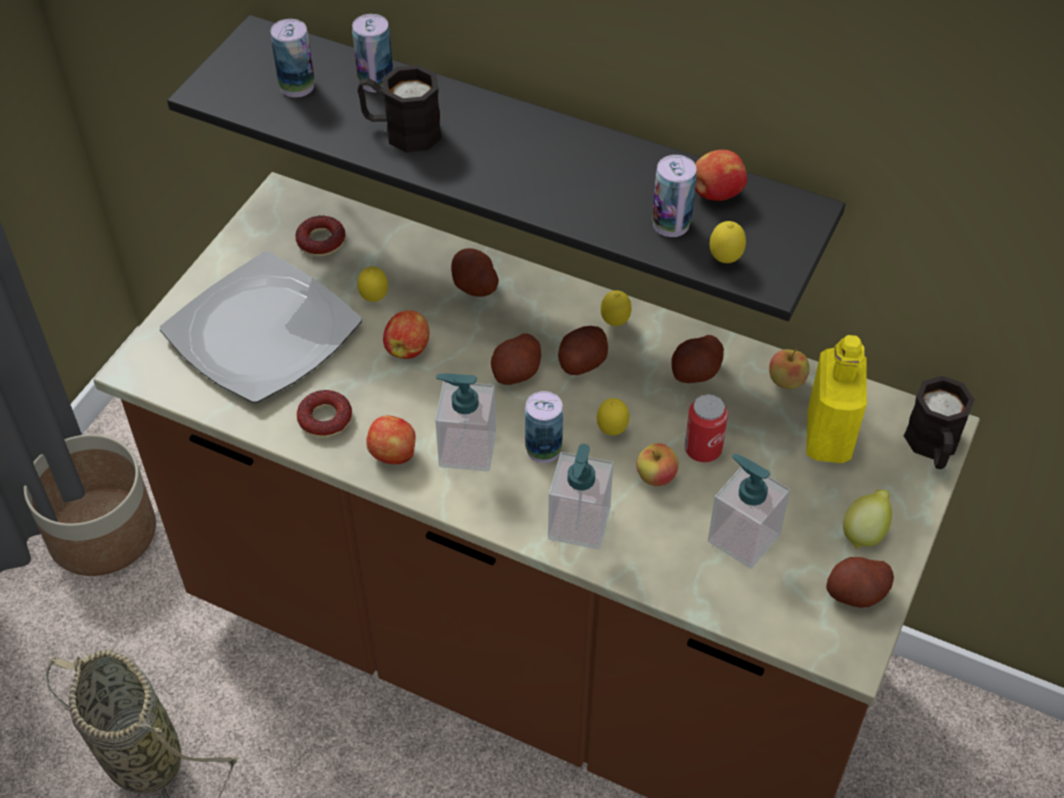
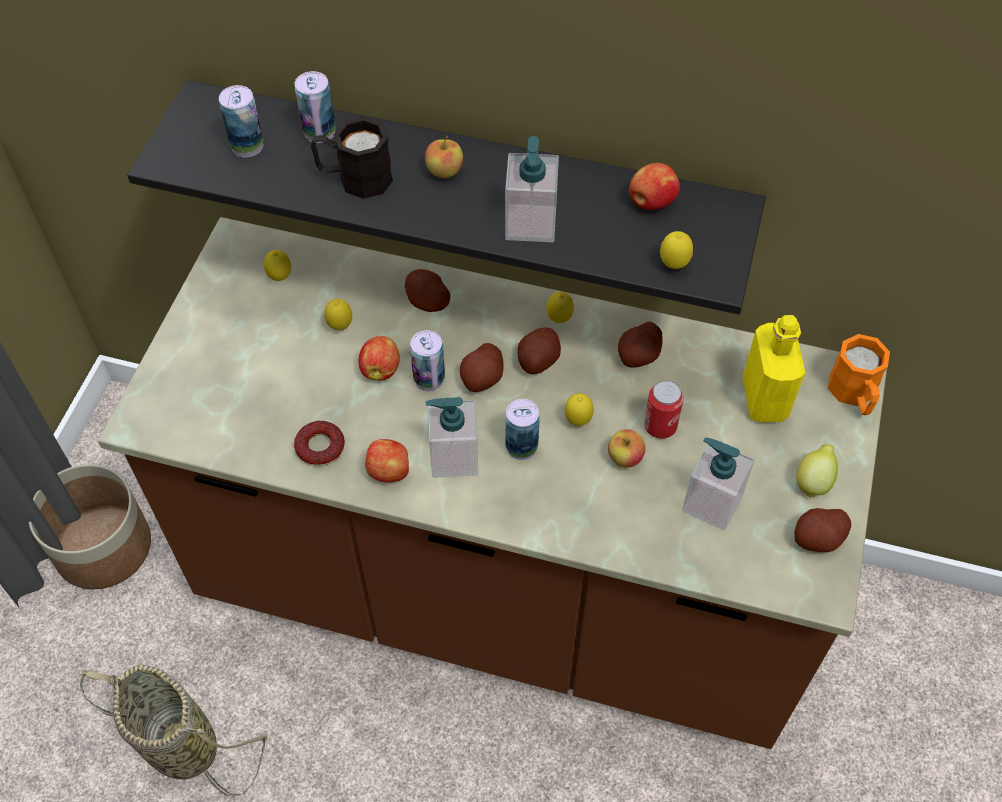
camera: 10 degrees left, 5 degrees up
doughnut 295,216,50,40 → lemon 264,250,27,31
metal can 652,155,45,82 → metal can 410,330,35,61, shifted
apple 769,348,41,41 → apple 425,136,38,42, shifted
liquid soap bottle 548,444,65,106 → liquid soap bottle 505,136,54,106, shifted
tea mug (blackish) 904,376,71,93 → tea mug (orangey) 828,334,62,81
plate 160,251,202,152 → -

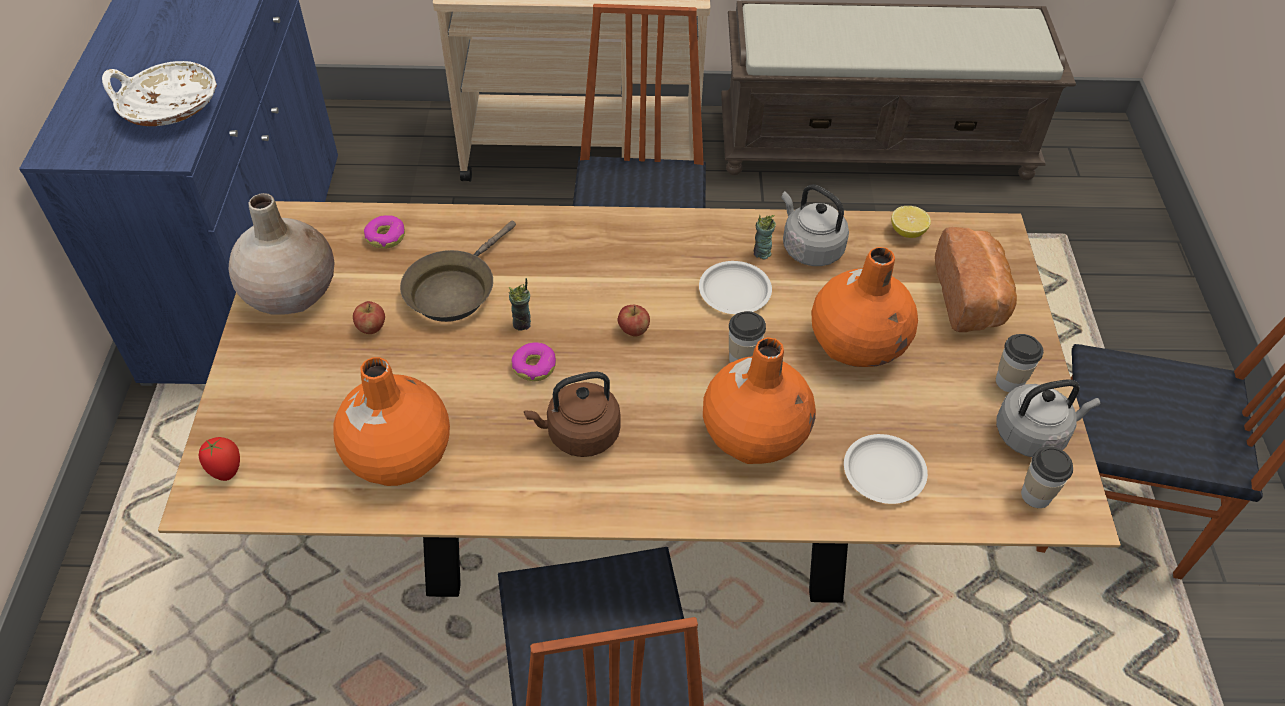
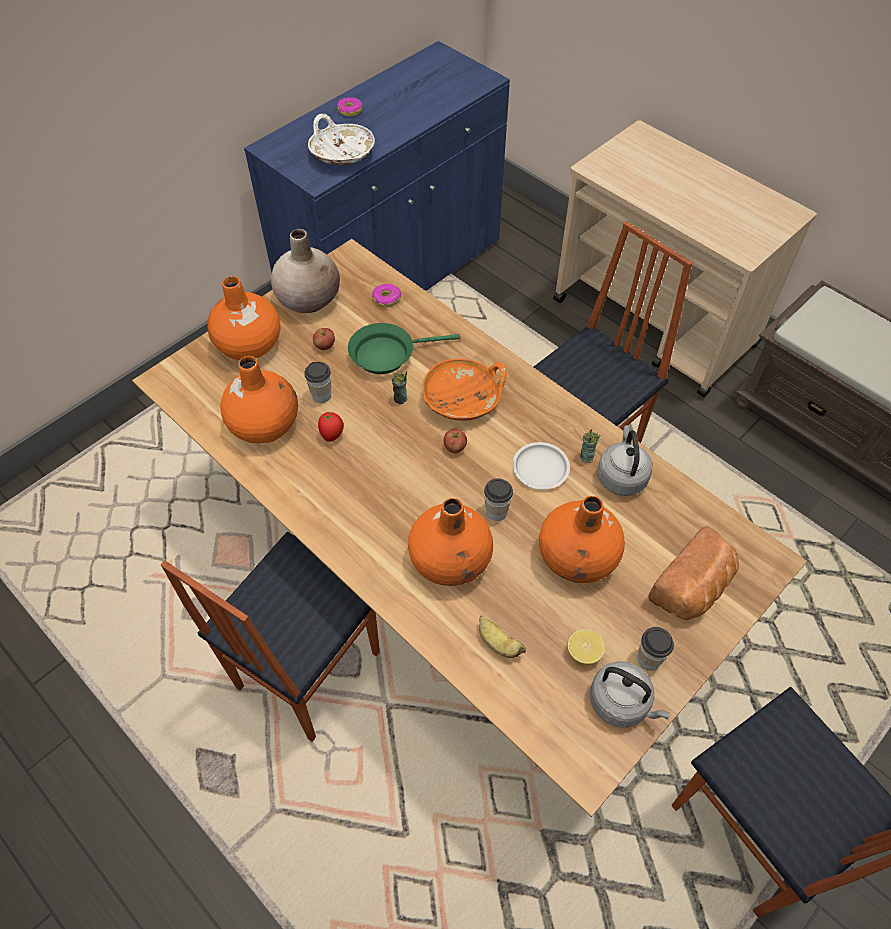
camera: 45 degrees right, 5 degrees up
- → decorative vase (orangey) 207,276,74,84
cup 1021,446,52,62 → cup 304,362,27,41, shifted
whole tomato 199,437,41,44 → whole tomato 318,411,26,31, shifted
doughnut 511,342,45,39 → doughnut 337,97,26,20, shifted
frying pan (brown-coloured) 400,221,116,101 → frying pan (green) 348,323,112,51
- → bowl (orangey) 422,359,85,62
plate (white) 844,434,84,70 → banana fruit 479,616,47,42
lemon 891,206,40,32 → lemon 568,629,37,36, shifted
tea kettle (brown-coloured) 524,372,97,85 → -

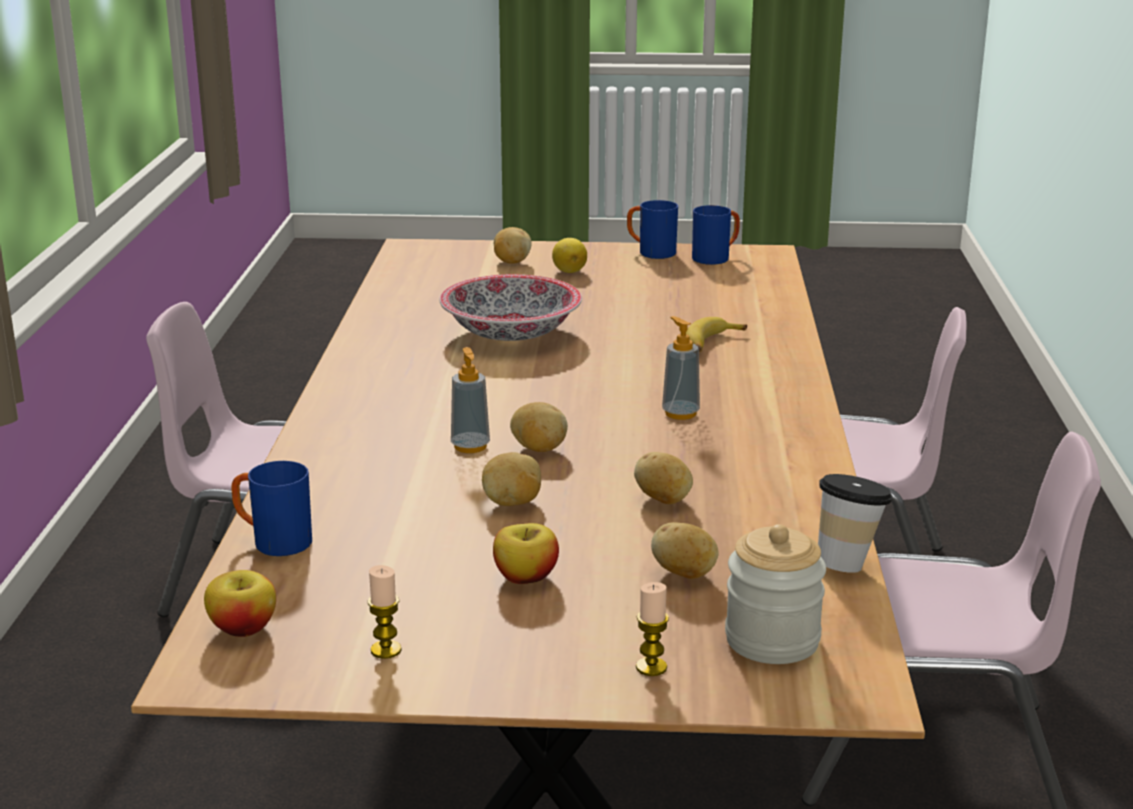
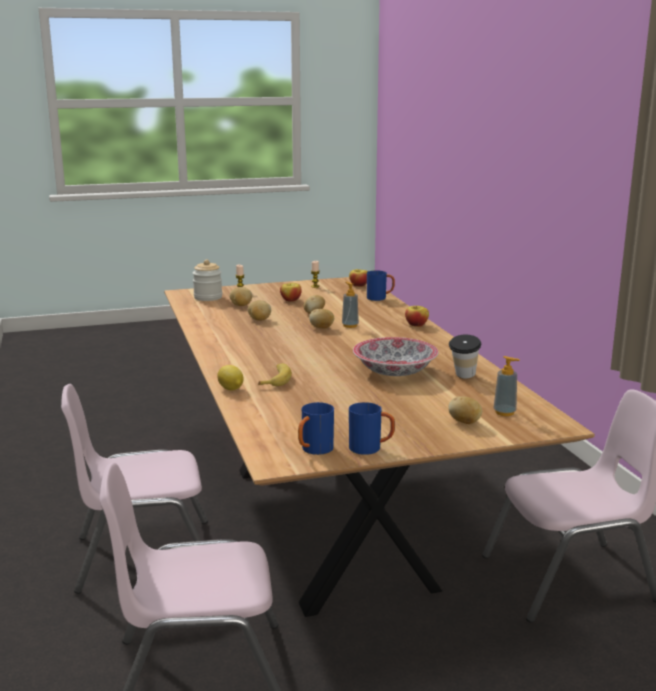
camera: 160 degrees right, 5 degrees down
lemon 552,238,35,35 → lemon 217,365,26,26, shifted
- → apple 405,306,24,21
cup 818,474,75,99 → cup 449,335,32,43, shifted
liquid soap bottle 662,316,38,104 → liquid soap bottle 493,356,27,60, shifted

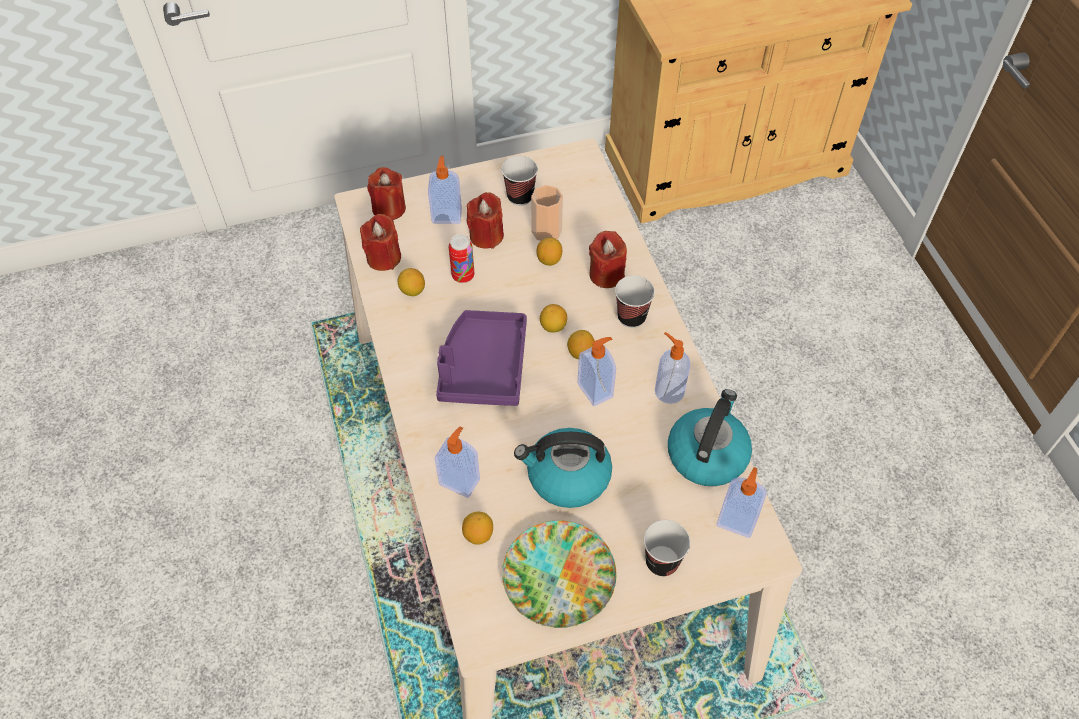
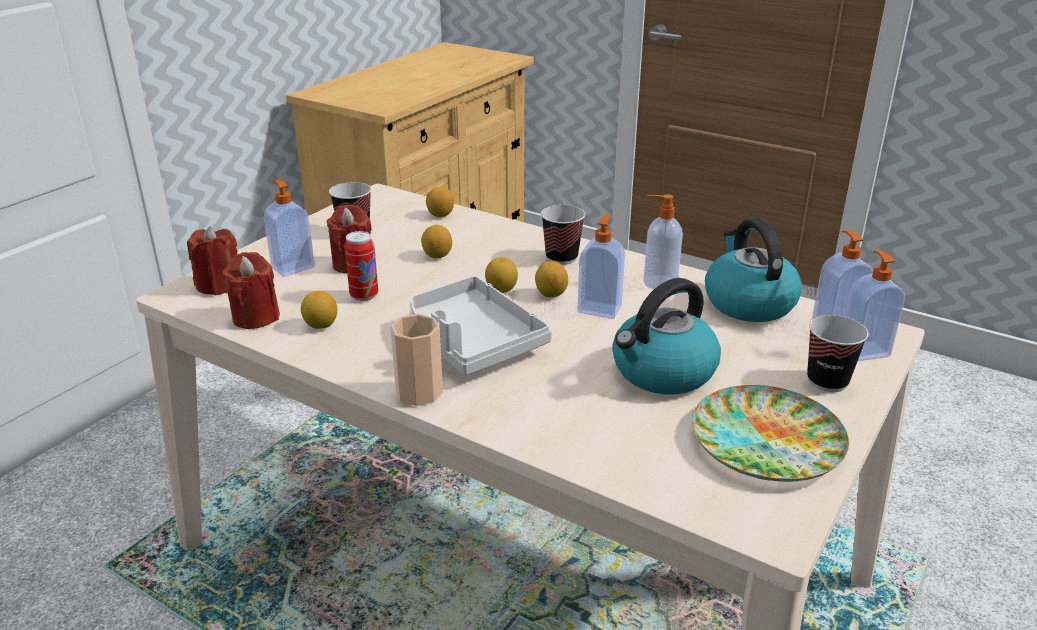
camera: 40 degrees left, 25 degrees down
cup 531,185,32,56 → cup 390,314,53,92, shifted
tray (purple) 436,310,91,96 → tray (greyish) 410,276,142,99
lemon 462,512,31,33 → lemon 426,187,28,30, shifted
liquid soap bottle 435,426,45,72 → liquid soap bottle 844,251,61,110, shifted
wax light (red-coloured) 589,231,38,57 → -

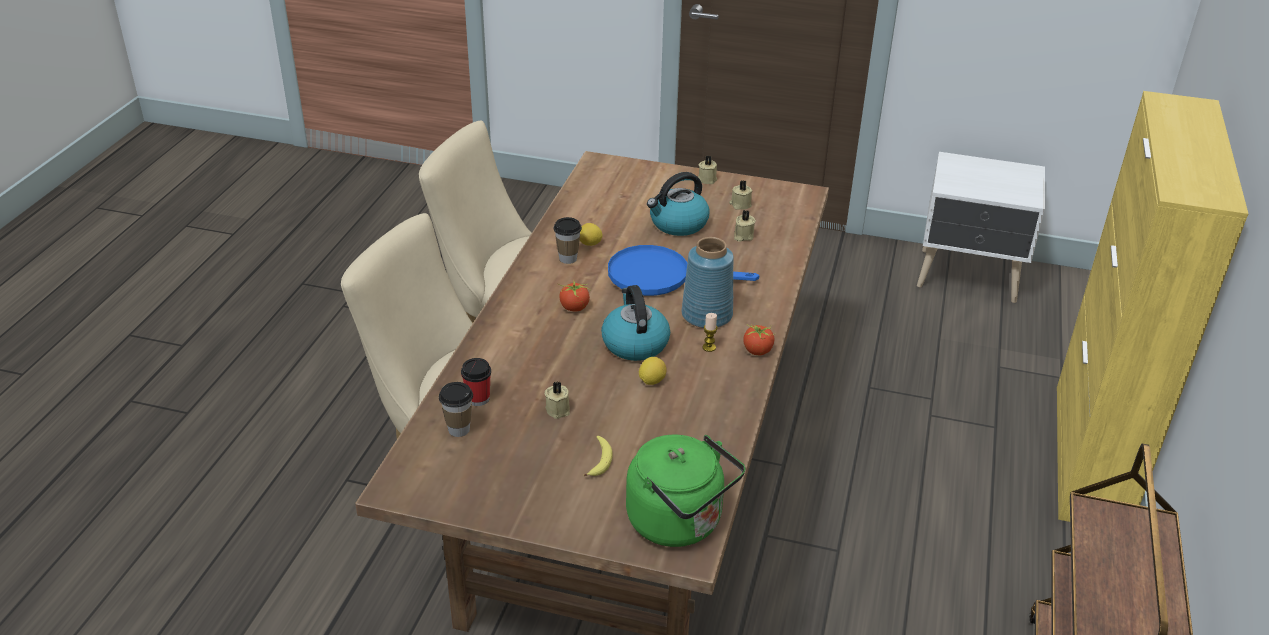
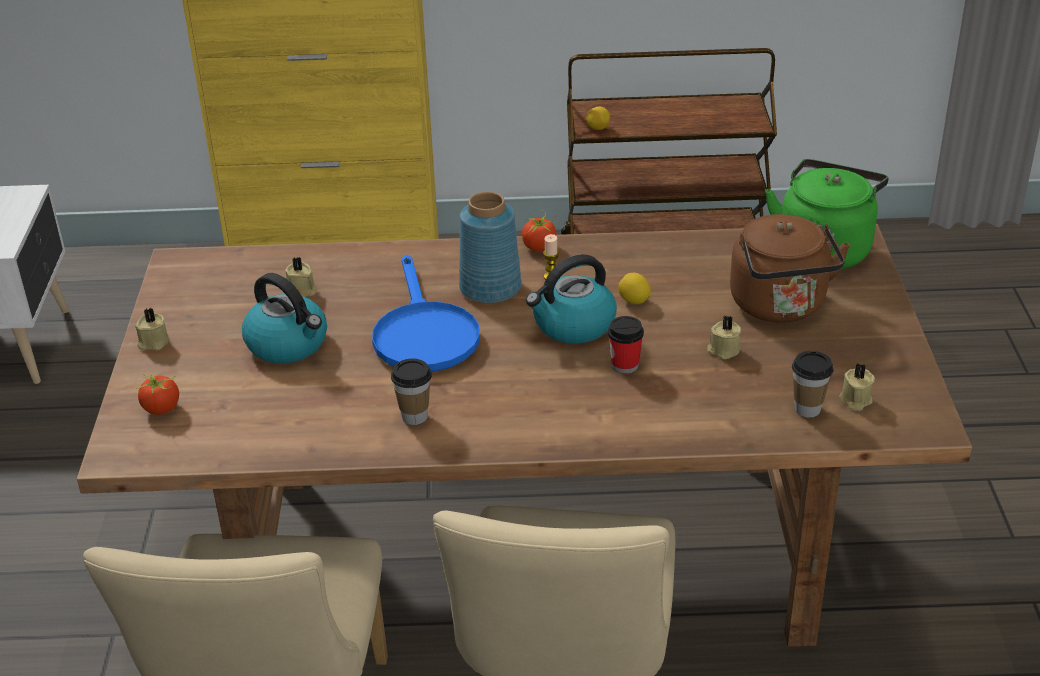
camera: 105 degrees left, 0 degrees up
whole tomato 558,280,32,32 → whole tomato 136,374,43,41, shifted
lemon 580,223,23,23 → lemon 586,107,24,23, shifted
cup 461,358,30,48 → cup 608,316,36,58, shifted
banana fruit 584,436,29,40 → tea kettle (brown-coloured) 730,214,120,109
wax light (beige) 729,180,23,30 → wax light (beige) 839,363,36,48, shifted

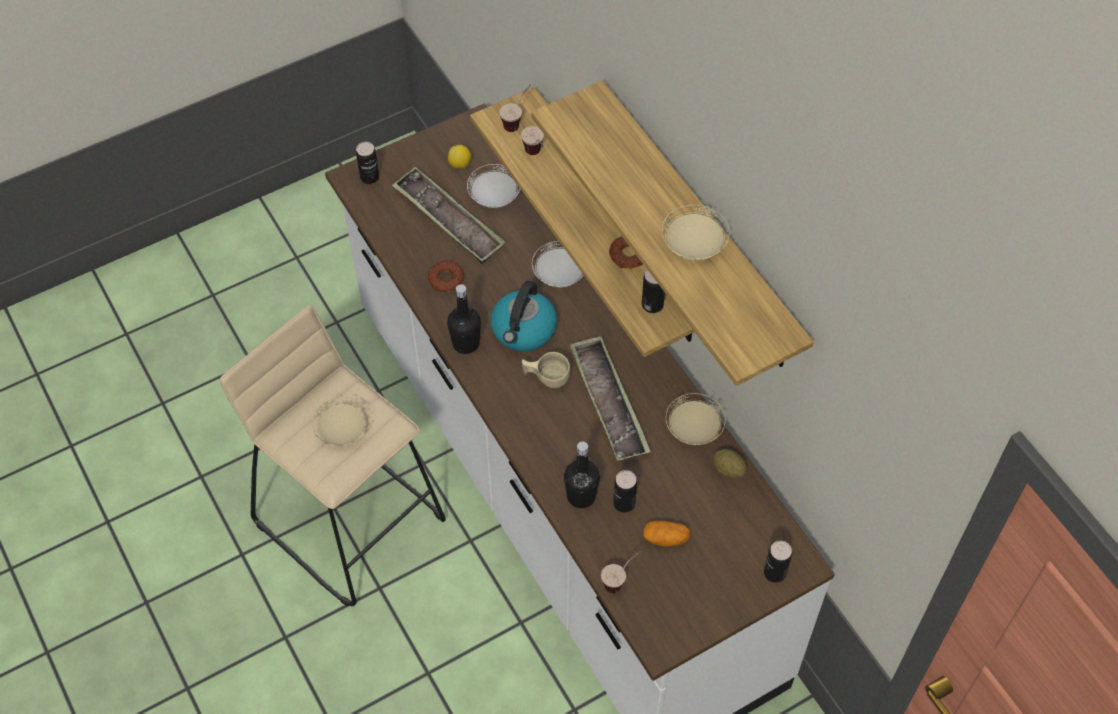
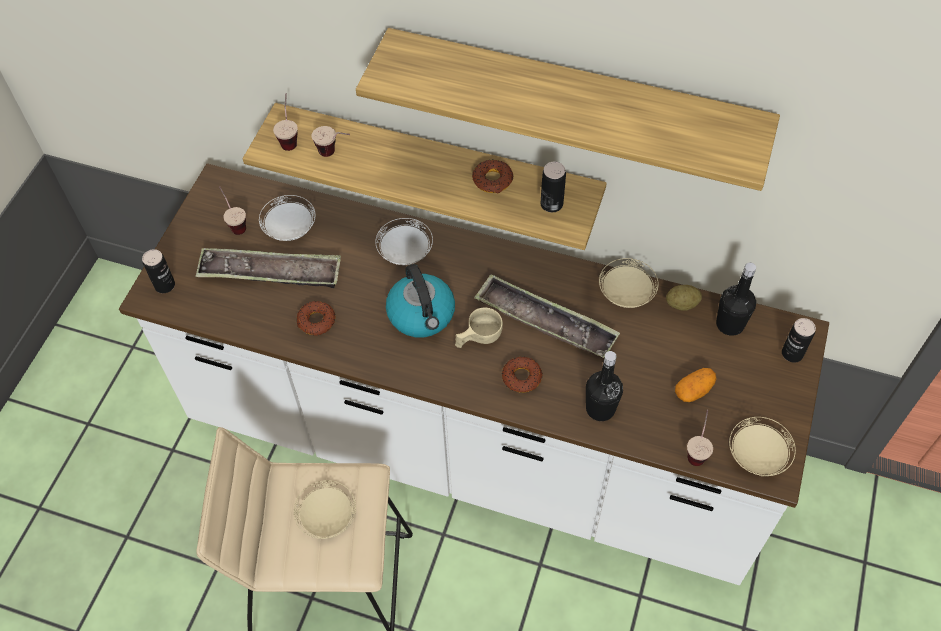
camera: 40 degrees left, 0 degrees up
lemon 448,145,23,24 → cup 219,186,27,49
- → doughnut 502,357,41,36
beverage bottle (blackish) 447,284,34,70 → beverage bottle (blackish) 716,263,40,73, shifted
plate (beige) 662,205,68,55 → plate (beige) 729,417,67,59, shifted
metal can 613,470,24,43 → -

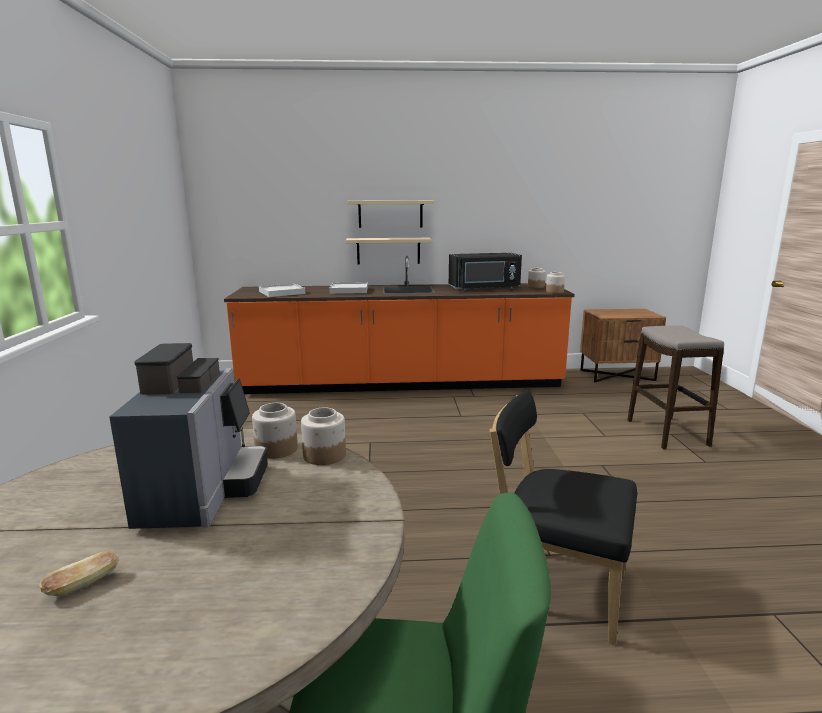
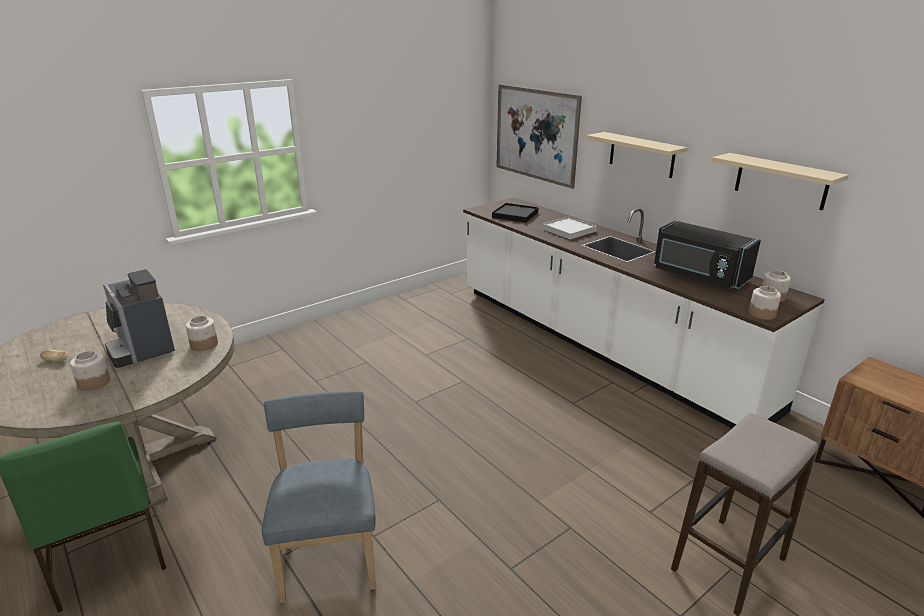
camera: 55 degrees right, 10 degrees up
jar 301,407,45,58 → jar 70,351,40,40, shifted
coffee machine 109,343,159,186 → coffee machine 103,269,72,99, 90 degrees clockwise
plain chair (blackish) 490,390,147,254 → plain chair (blue) 262,391,114,212
kitchen counter (orangey) 224,256,351,138 → kitchen counter (white) 463,197,362,231
tray (white) 259,283,47,14 → tray (blackish) 492,203,47,20
- → wall picture 496,84,86,105
wall shelf (beige) 346,238,86,26 → wall shelf (beige) 711,153,138,57, shifted

